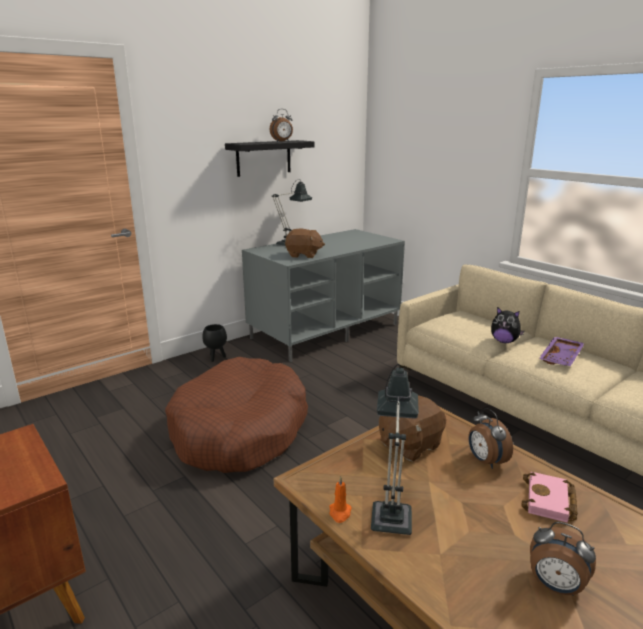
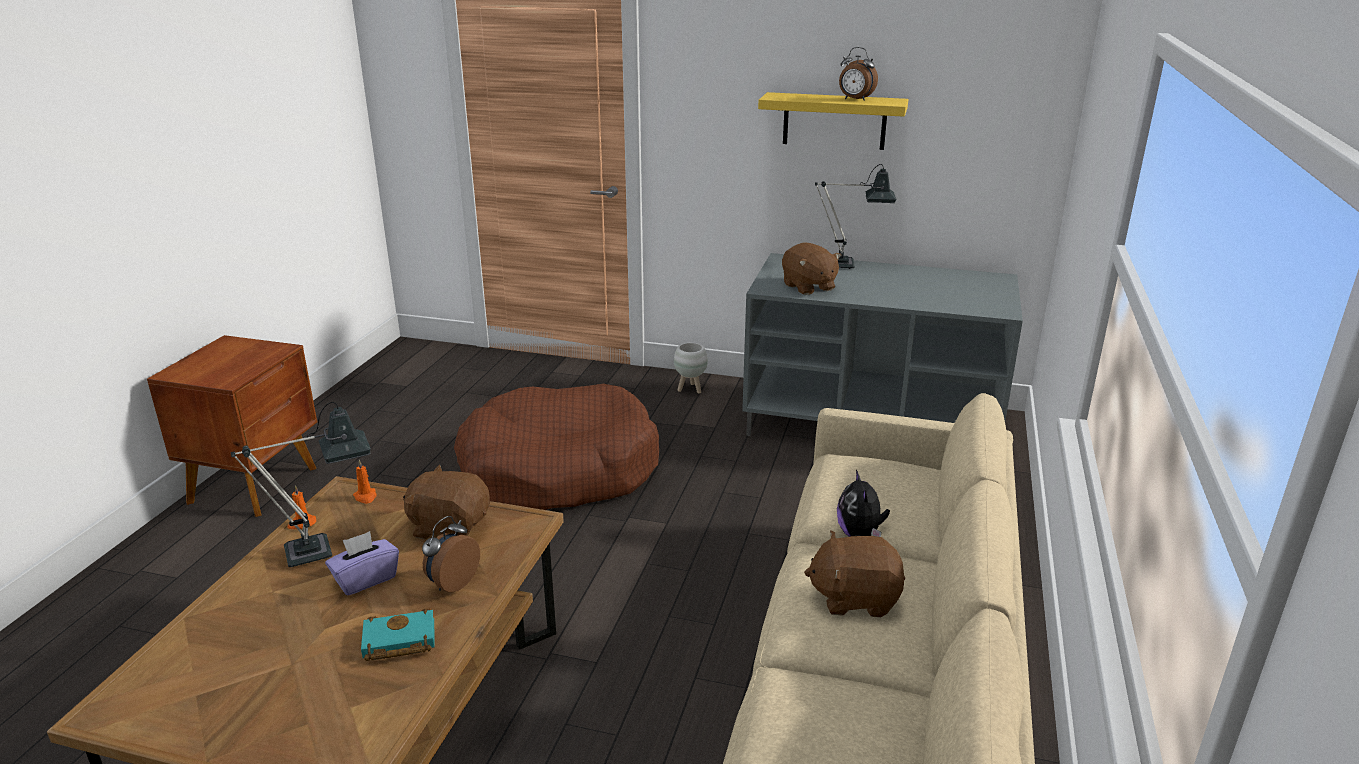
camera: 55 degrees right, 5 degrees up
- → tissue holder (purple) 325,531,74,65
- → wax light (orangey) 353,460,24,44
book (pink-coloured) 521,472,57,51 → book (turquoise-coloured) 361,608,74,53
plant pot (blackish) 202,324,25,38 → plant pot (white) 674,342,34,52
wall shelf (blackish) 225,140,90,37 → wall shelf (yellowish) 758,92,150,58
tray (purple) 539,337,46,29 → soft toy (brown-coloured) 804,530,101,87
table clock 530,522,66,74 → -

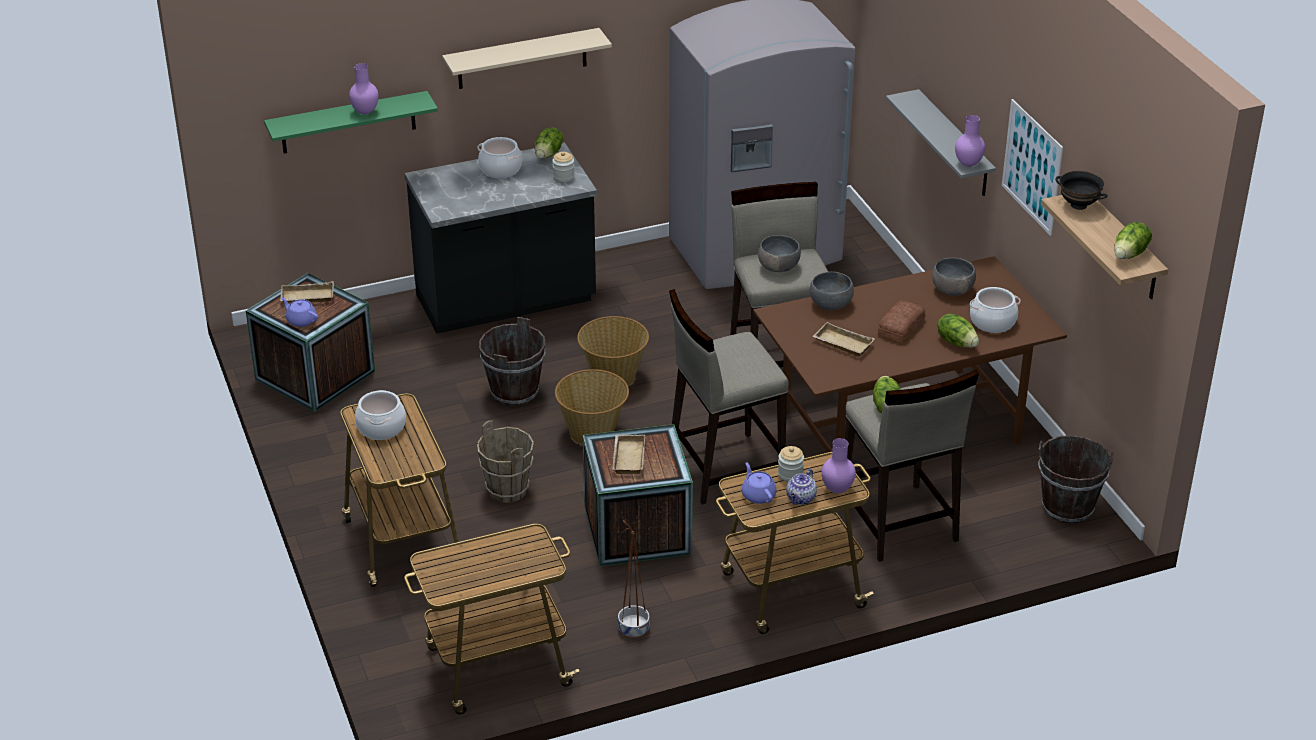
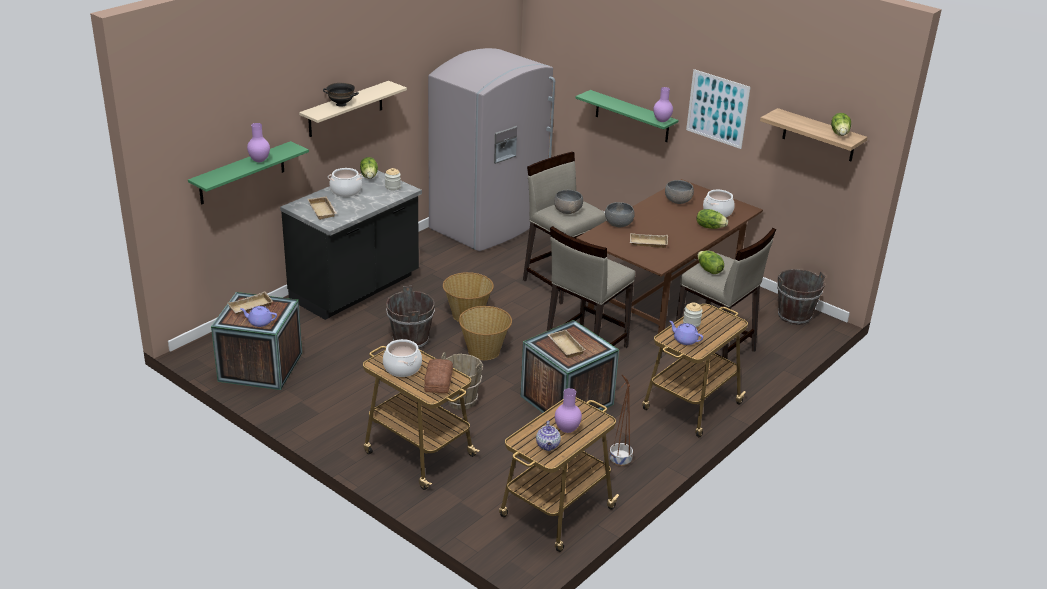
camera: 30 degrees left, 5 degrees down
- → tray (beige) 308,196,29,24
bowl (blackish) 1056,171,52,39 → bowl (blackish) 323,83,36,24, shifted
bread 878,301,48,42 → bread 424,359,29,34, shifted
teapot 786,469,31,36 → teapot 536,421,25,30, shifted
decorative vase (purple) 822,438,34,55 → decorative vase (purple) 555,388,27,45, shifted
wall shelf (greyish) 886,89,110,107 → wall shelf (green) 575,90,104,52

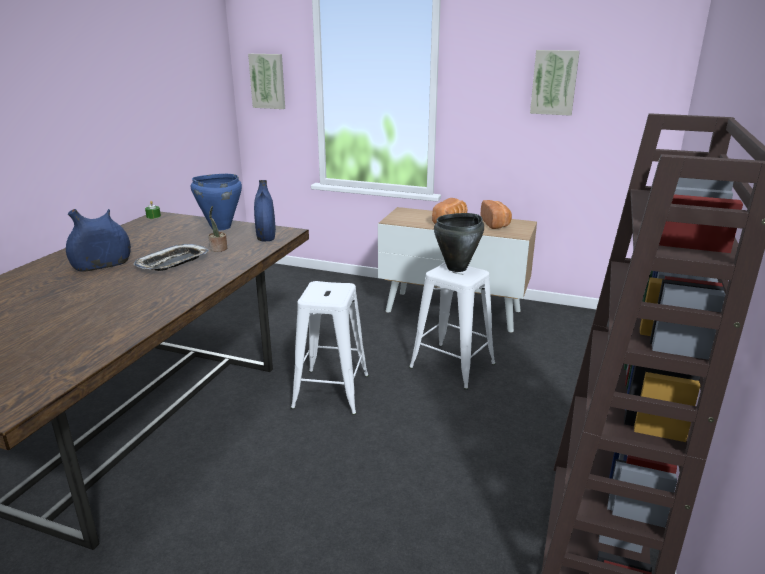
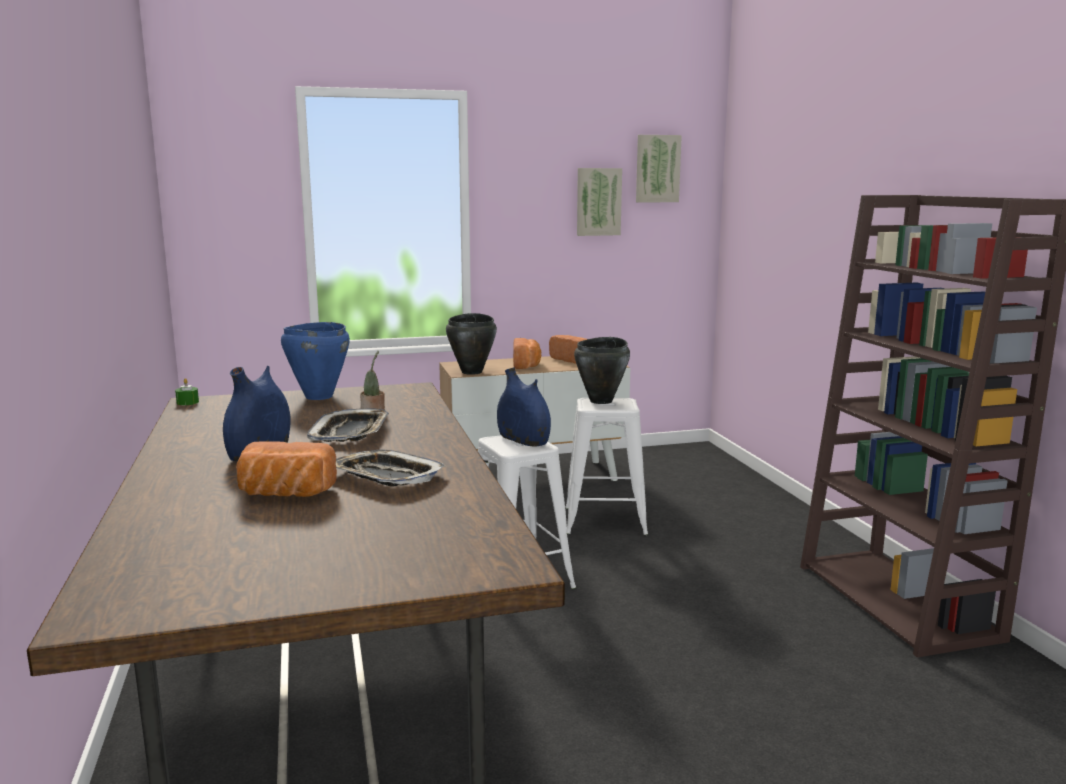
camera: 35 degrees left, 10 degrees down
- → bread 236,441,101,56
- → tray 336,450,110,36
- → stockpot (blackish) 446,313,51,62
decorative vase (blue) 254,180,22,61 → decorative vase (blue) 497,368,54,78, shifted
wall picture 248,54,37,55 → wall picture 636,135,46,68, shifted

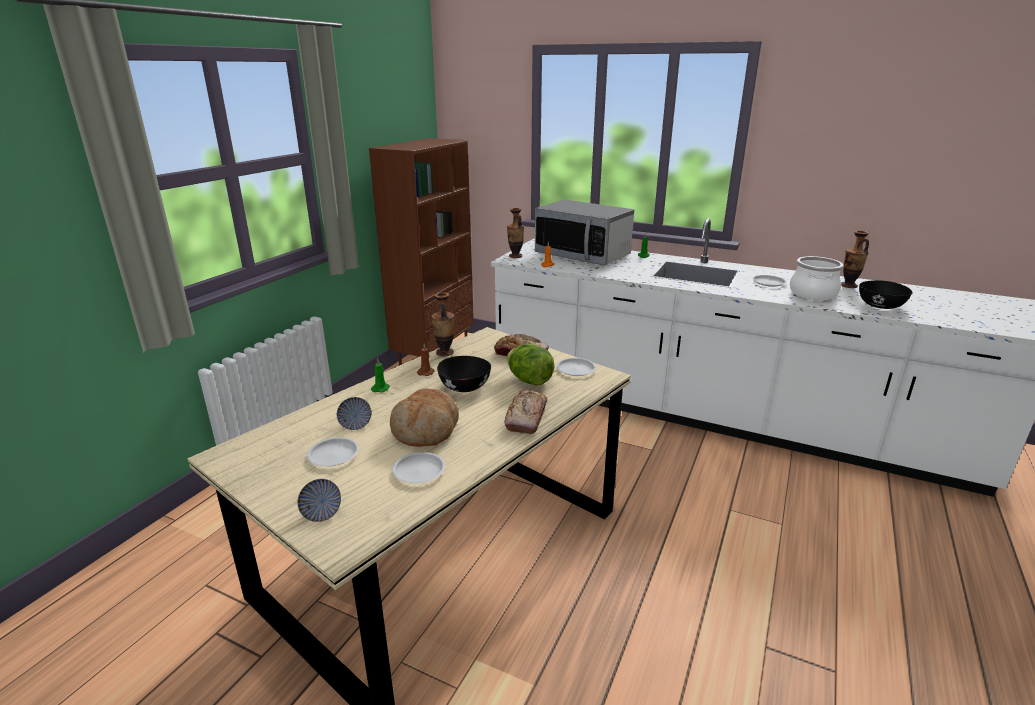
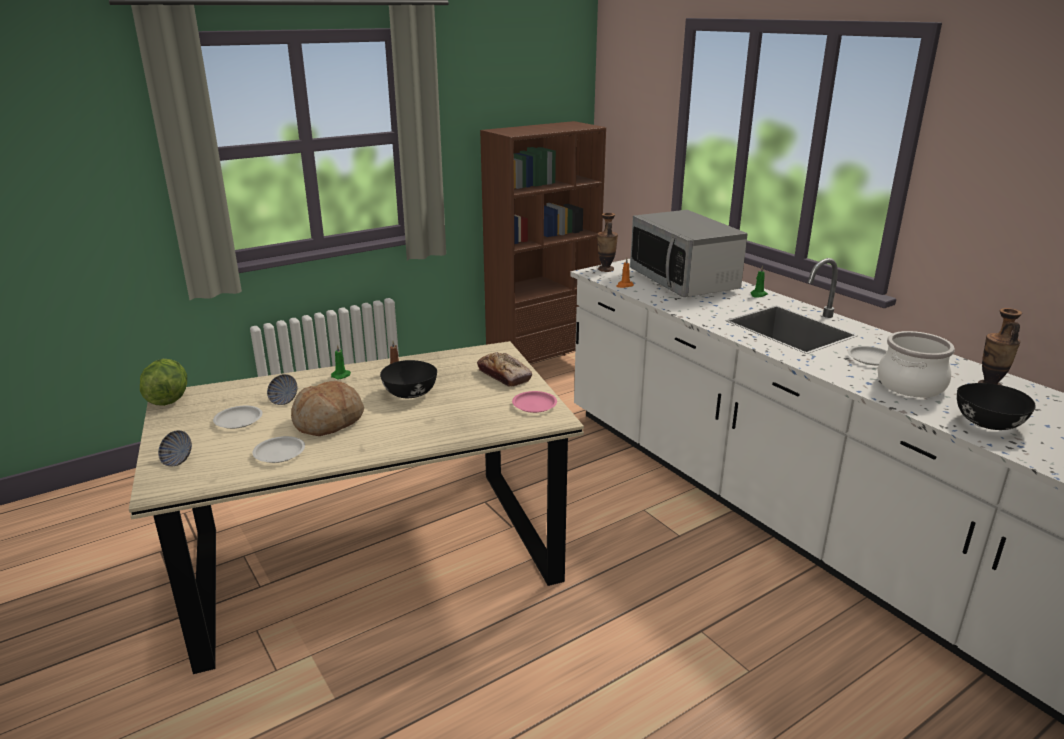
camera: 30 degrees right, 0 degrees up
lettuce 507,344,48,42 → lettuce 140,359,47,47, shifted
plate (white) 556,358,40,18 → plate (pink-coloured) 512,391,45,22
decorative vase 431,292,23,64 → -
bread 504,390,43,44 → -

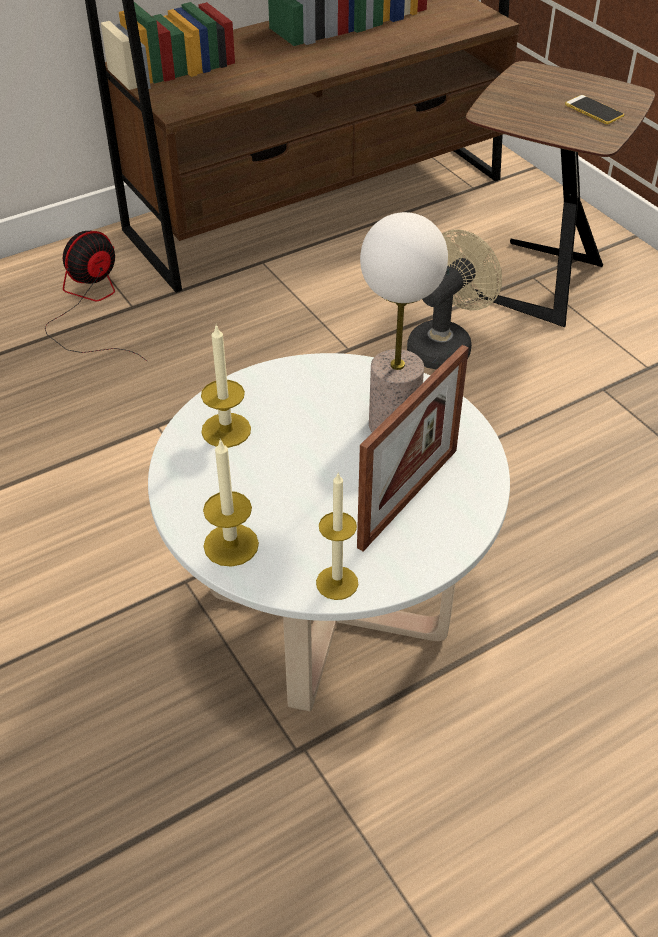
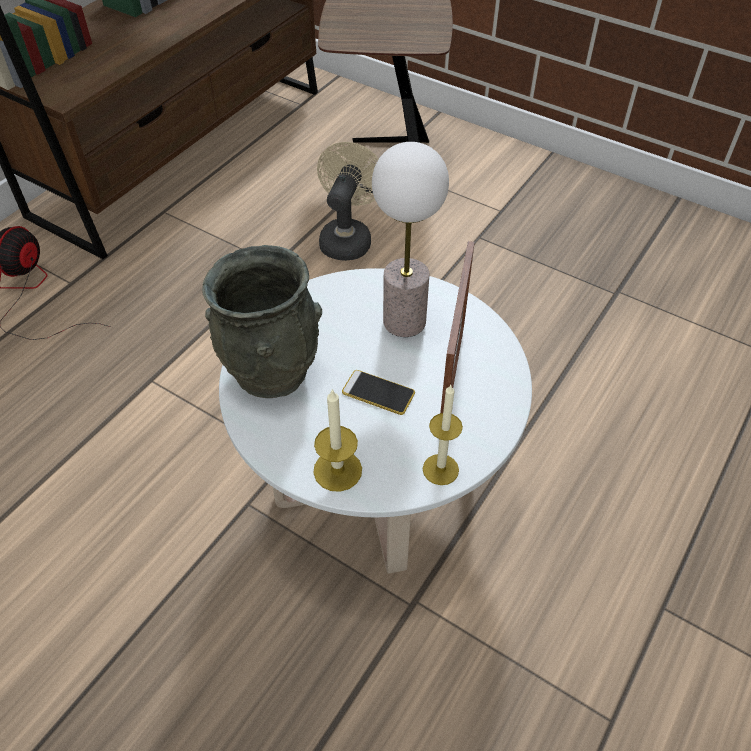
camera: 25 degrees left, 5 degrees up
wax light 201,324,50,124 → decorative vase (greyish) 202,245,120,153
handset 565,95,59,29 → handset 342,370,73,45, shifted

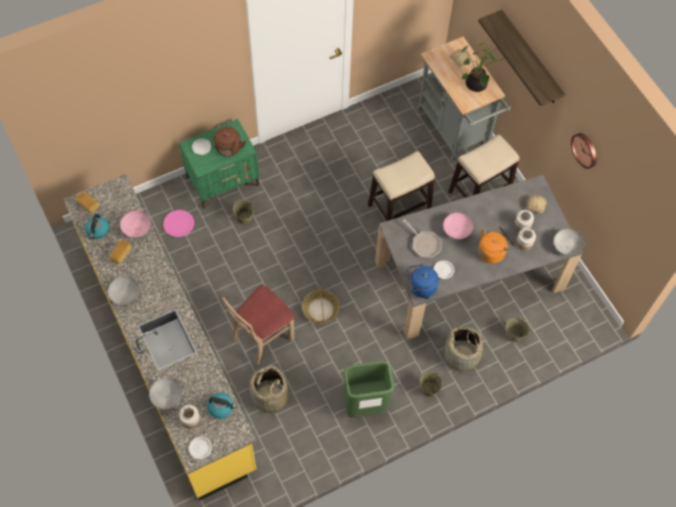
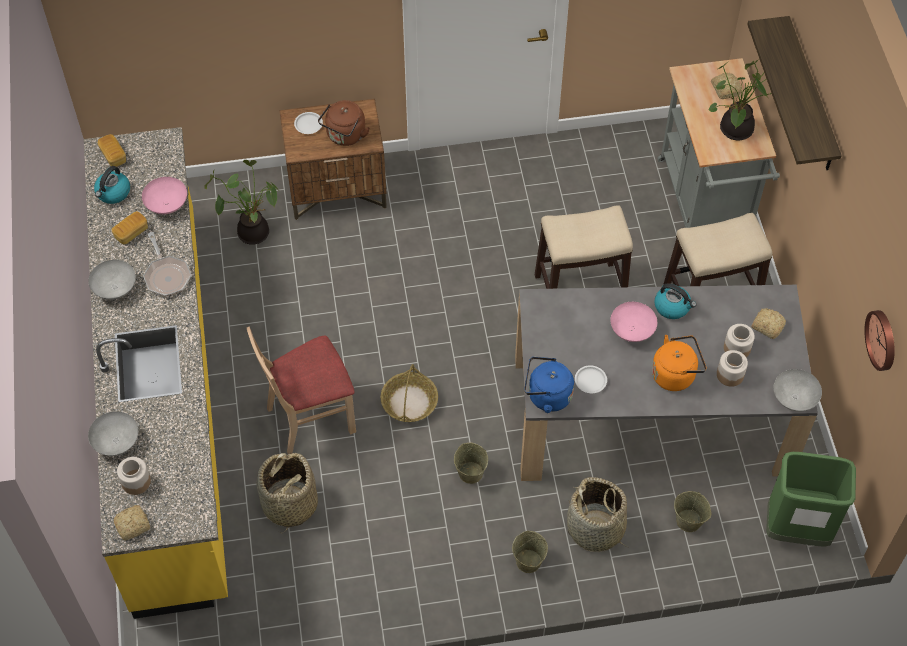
camera: 20 degrees right, 5 degrees down
plate (white) 189,437,23,22 → bread 114,505,36,36
frying pan 403,219,39,39 → frying pan 143,232,48,64, shifted
plate (pink-coloured) 163,210,31,27 → plant in a pot 205,160,73,84
bedside table (green) 179,119,80,90 → bedside table (brown-coloured) 279,99,108,121
pail (beige) 233,200,21,24 → pail (beige) 454,443,34,41, shifted
tea kettle 207,393,29,26 → tea kettle 654,284,42,35, shifted
trash can (green) 343,361,51,57 → trash can (green) 766,452,90,94, shifted
wall clock 571,133,26,36 → wall clock 864,310,31,61, shifted

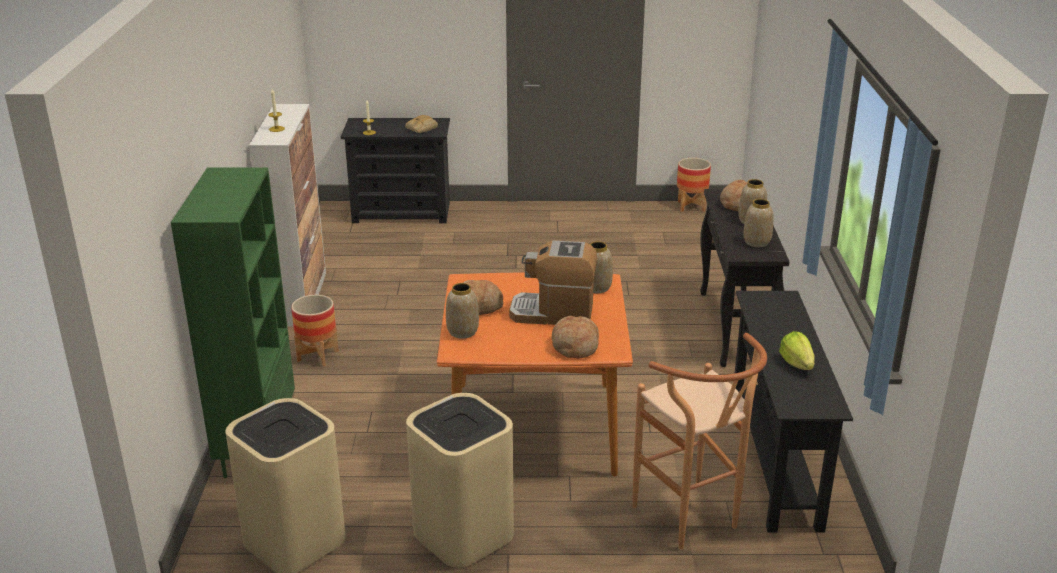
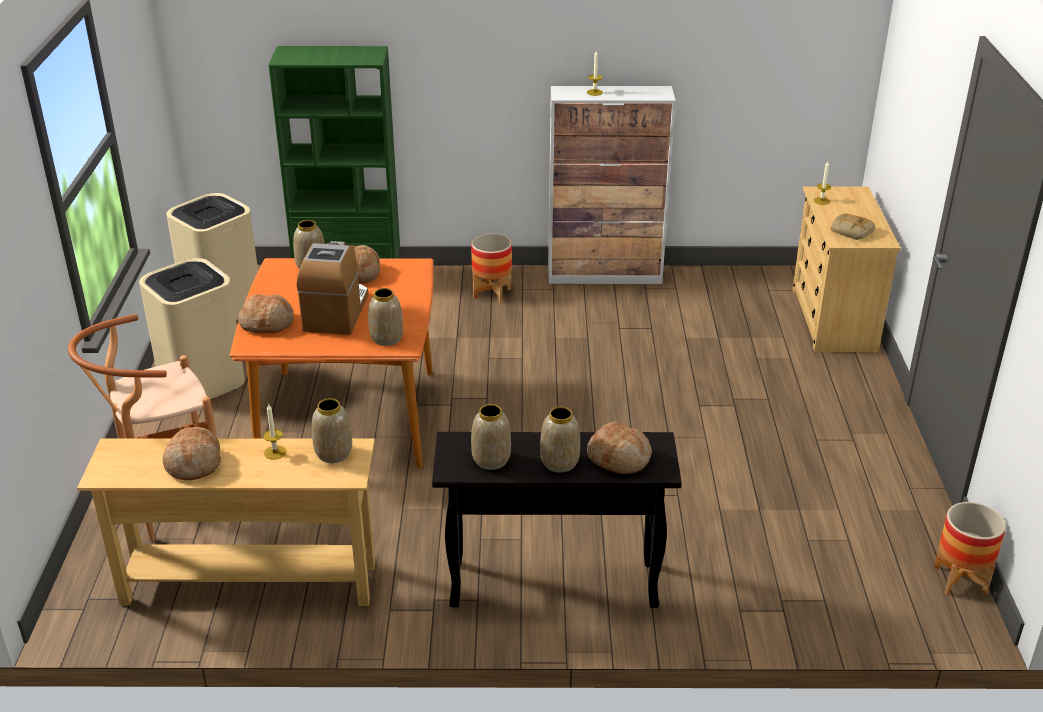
camera: 90 degrees right, 5 degrees up
narrow table (blackish) 735,291,118,241 → narrow table (beige) 77,438,298,168
lettuce 779,331,35,39 → bread 162,427,59,53
- → wax light 263,403,24,57
- → decorative vase 312,398,40,65
chest of drawers (blackish) 341,118,109,105 → chest of drawers (beige) 792,186,109,166

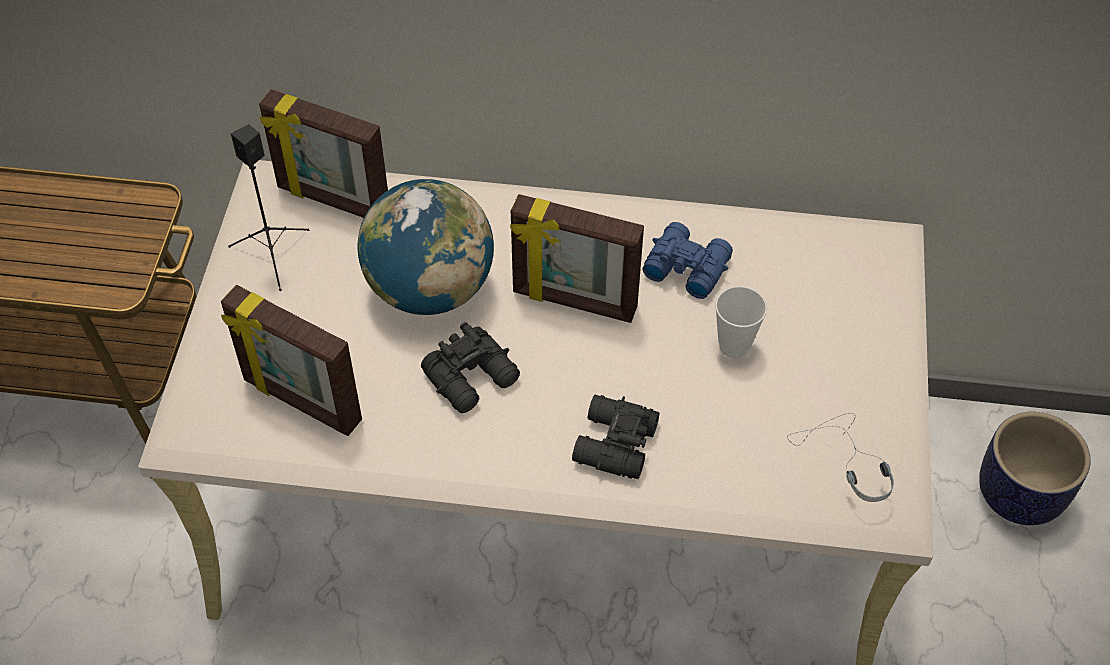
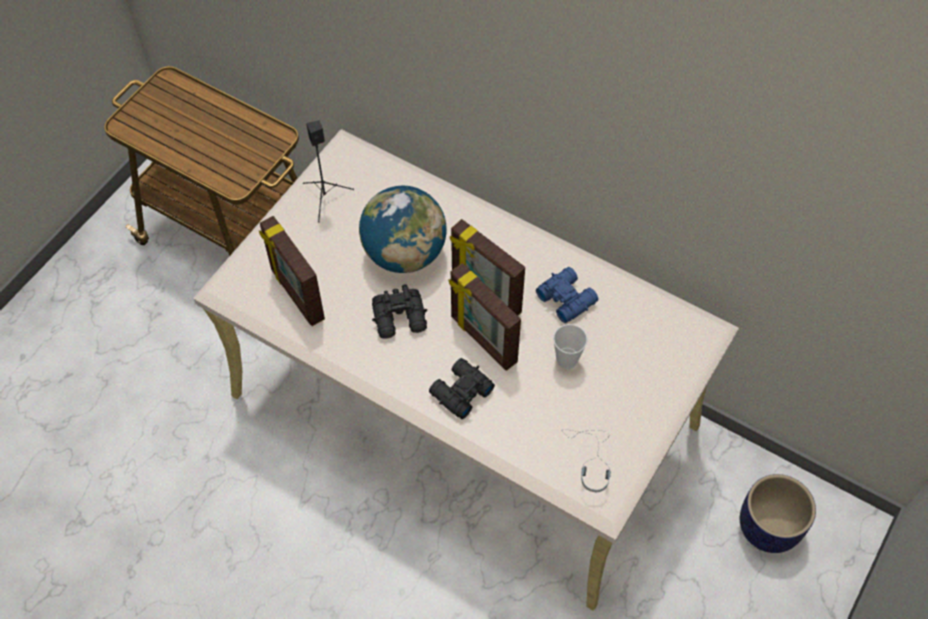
camera: 25 degrees right, 5 degrees up
photo frame 259,89,129,129 → photo frame 449,263,72,108, shifted

